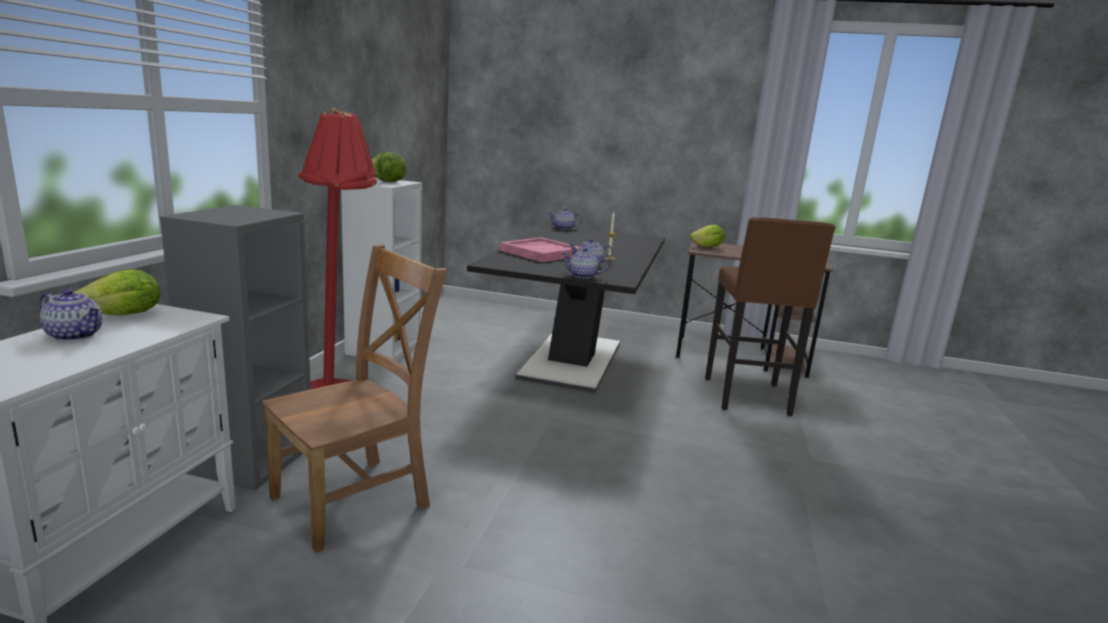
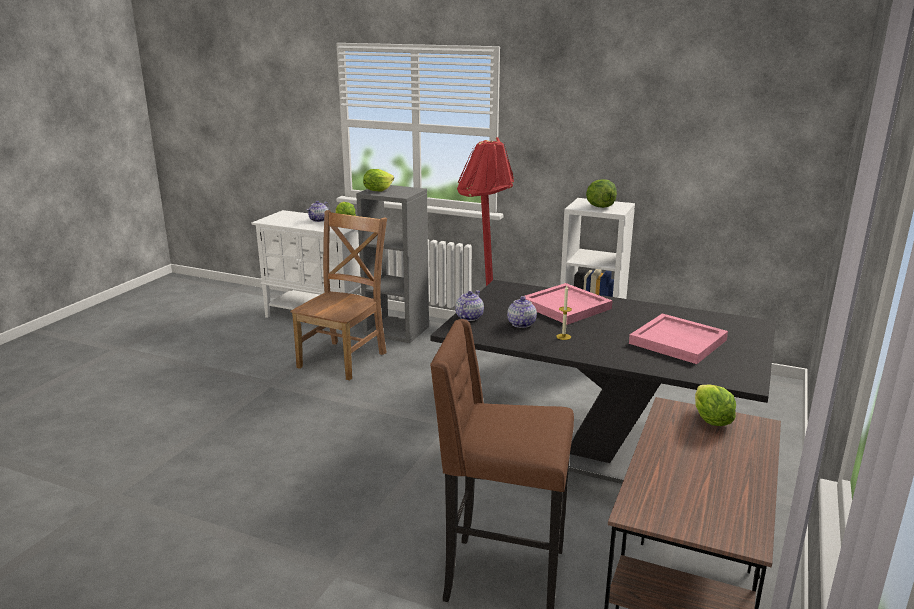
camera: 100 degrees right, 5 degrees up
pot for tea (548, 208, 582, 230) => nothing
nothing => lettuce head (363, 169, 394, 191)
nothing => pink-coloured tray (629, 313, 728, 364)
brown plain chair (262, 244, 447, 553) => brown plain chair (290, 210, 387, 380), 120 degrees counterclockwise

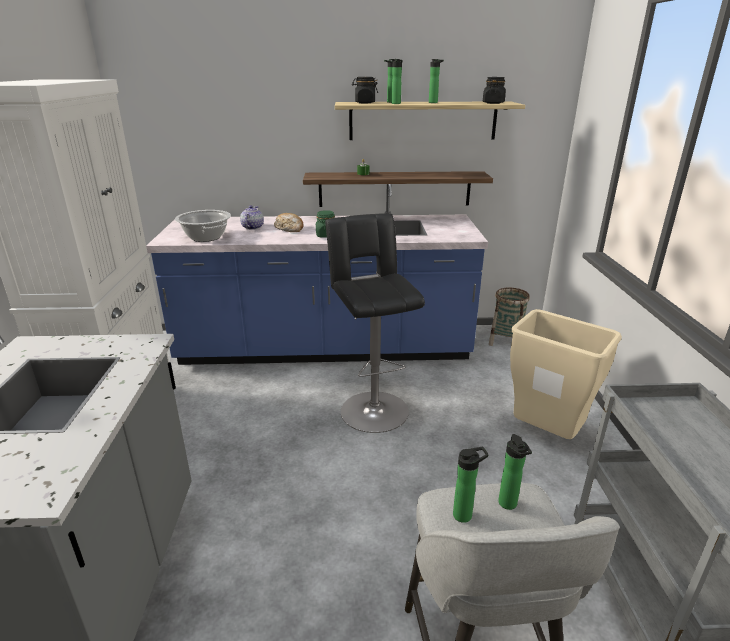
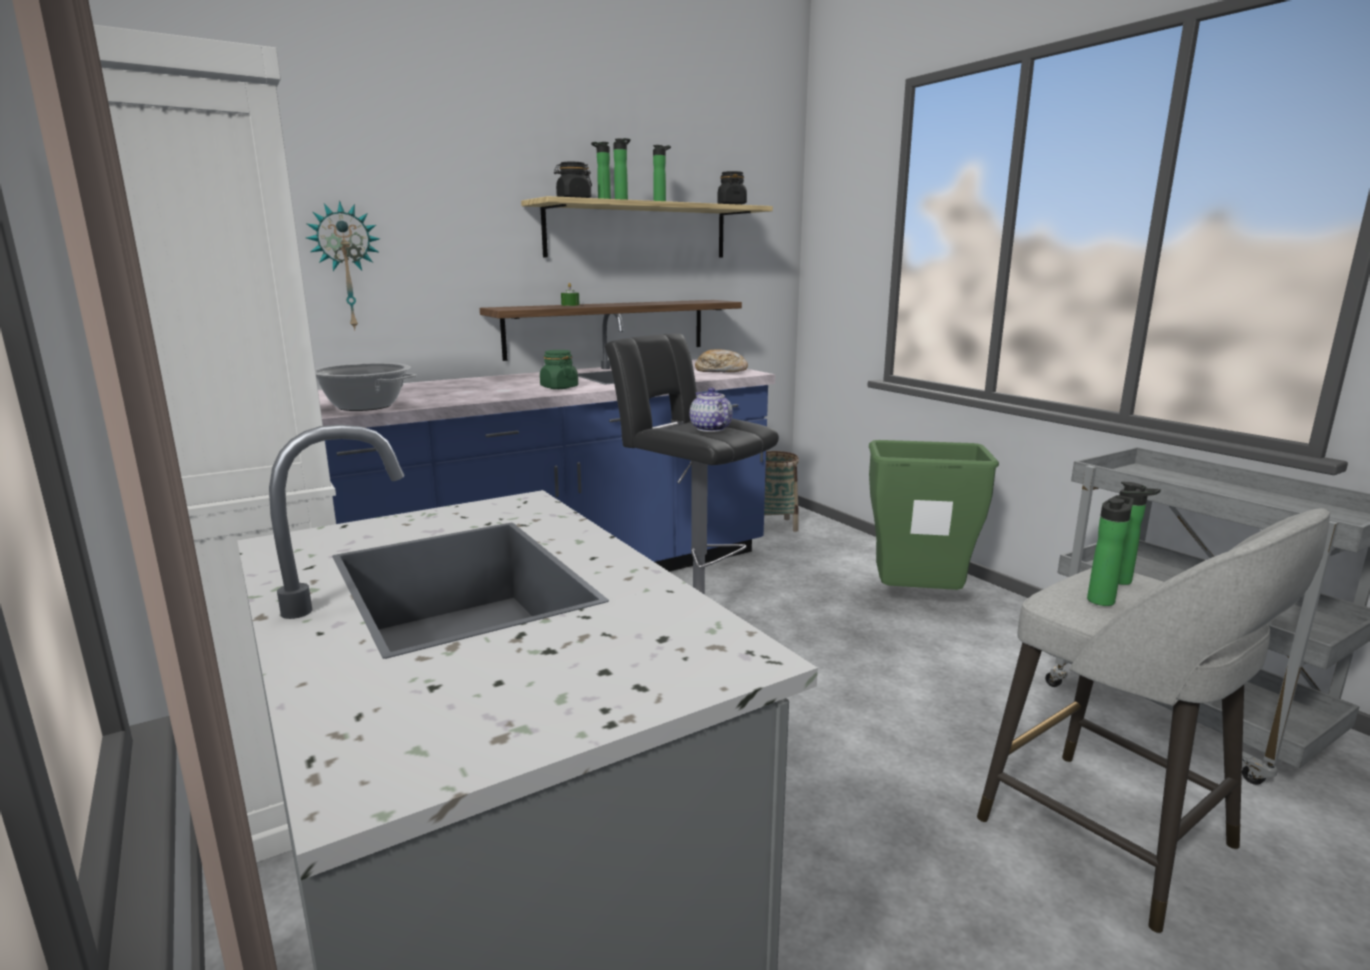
camera: 30 degrees left, 10 degrees down
nothing => hanging clock (306, 201, 380, 331)
pot for tea (240, 205, 264, 230) => pot for tea (690, 387, 733, 432), moved
baked bread (274, 213, 304, 232) => baked bread (695, 349, 748, 372), moved
beige waste bin (510, 309, 622, 439) => green-coloured waste bin (869, 440, 999, 590)

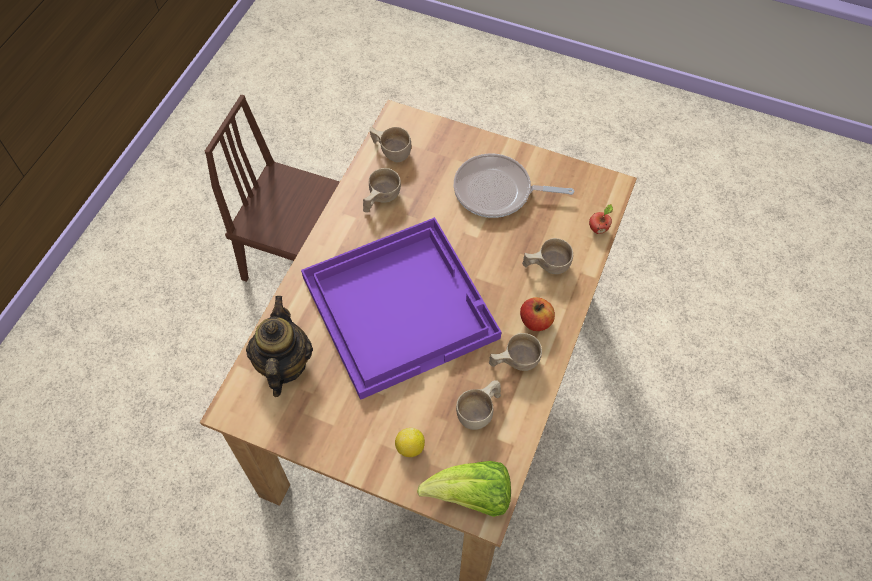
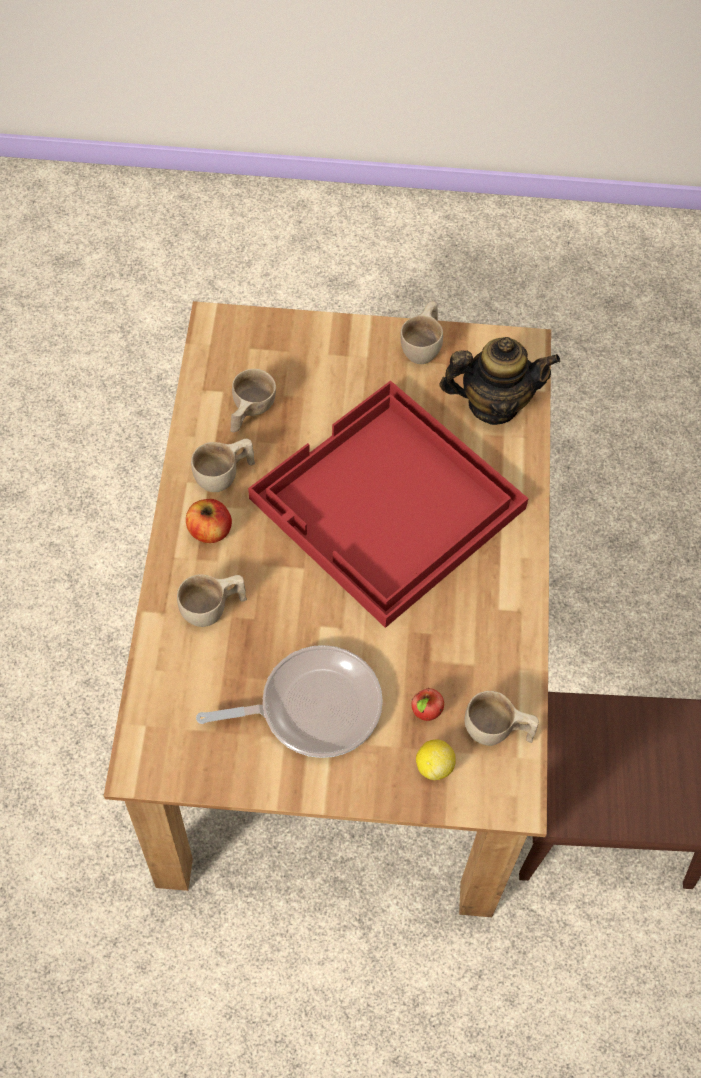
camera: 160 degrees right, 0 degrees up
lettuce head (417, 461, 511, 517) => nothing
beige small cup (363, 168, 401, 212) => beige small cup (400, 301, 443, 364), moved
whole lemon (395, 428, 425, 457) => whole lemon (416, 739, 456, 780), moved
apple fruit (589, 204, 613, 234) => apple fruit (412, 688, 444, 721), moved
purple-coloured tray (301, 217, 501, 400) => red-coloured tray (248, 380, 529, 628)
pot for tea (246, 296, 313, 397) => pot for tea (440, 337, 560, 425), 75 degrees counterclockwise

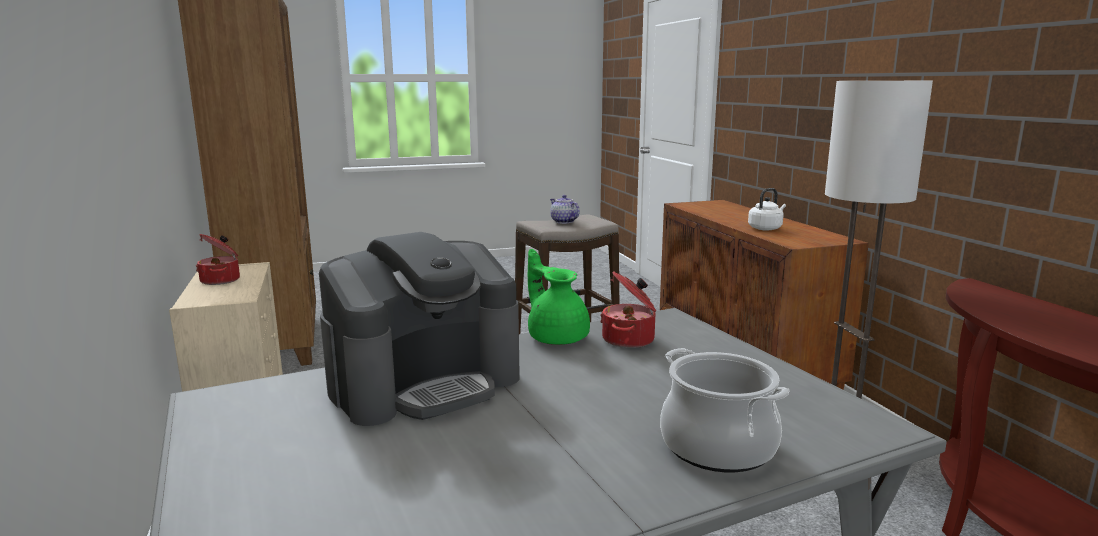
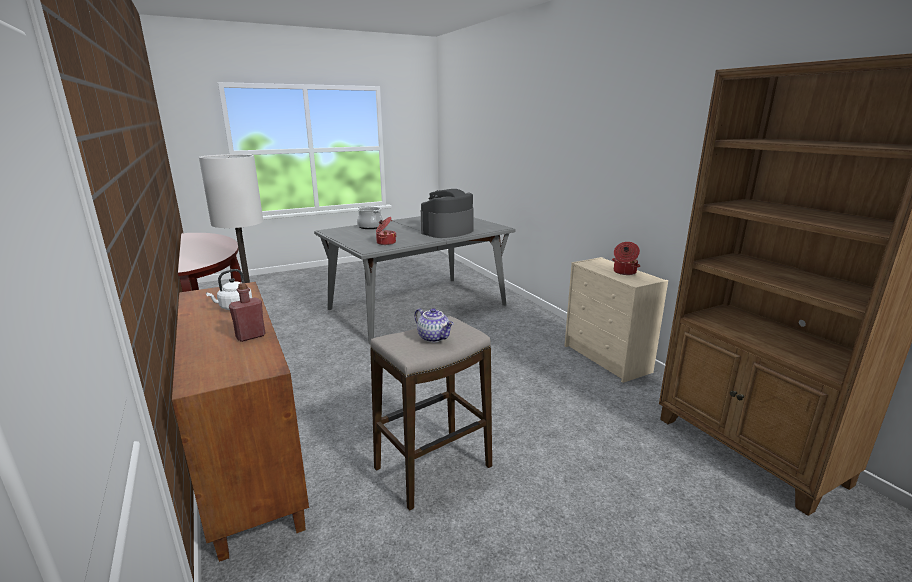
camera: 170 degrees right, 5 degrees up
green-coloured pot for tea (528, 249, 590, 345) => nothing
nothing => red-coloured beverage bottle (229, 283, 266, 342)

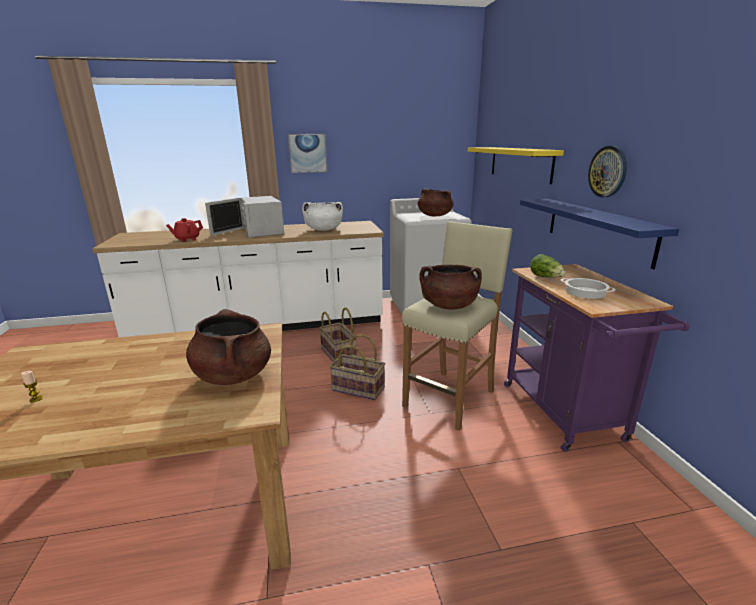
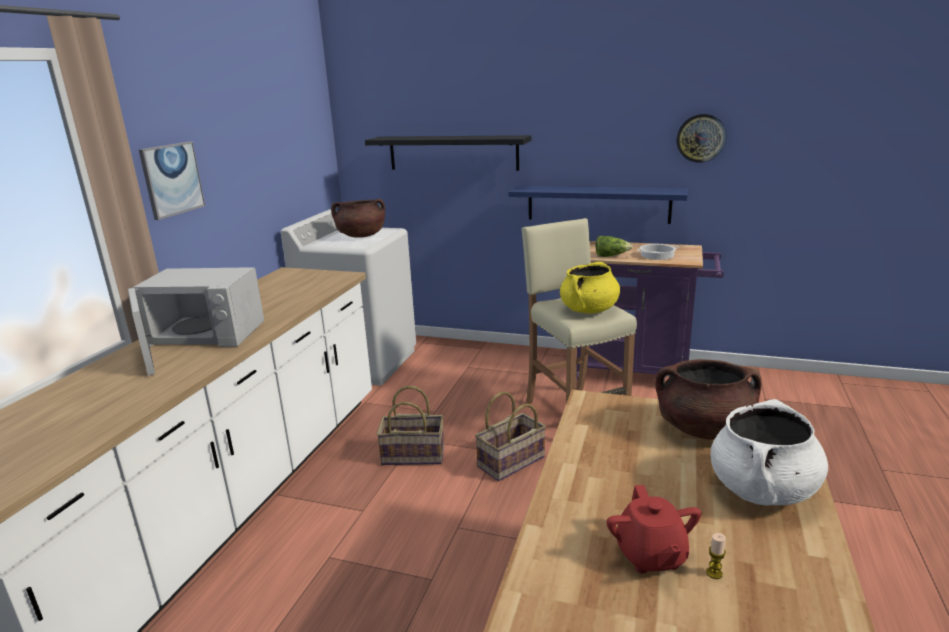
camera: 60 degrees left, 0 degrees up
red-coloured pot for tea (166, 218, 203, 242) => red-coloured pot for tea (607, 485, 701, 573), moved
whitish cooking pot (302, 202, 343, 231) => whitish cooking pot (710, 399, 828, 506), moved
hanging clock (588, 146, 627, 198) => hanging clock (676, 114, 727, 163), moved
brown cooking pot (420, 264, 482, 310) => yellow-coloured cooking pot (560, 262, 620, 314)
yellow-coloured bracket shelf (468, 147, 564, 184) => black-coloured bracket shelf (365, 135, 531, 171)

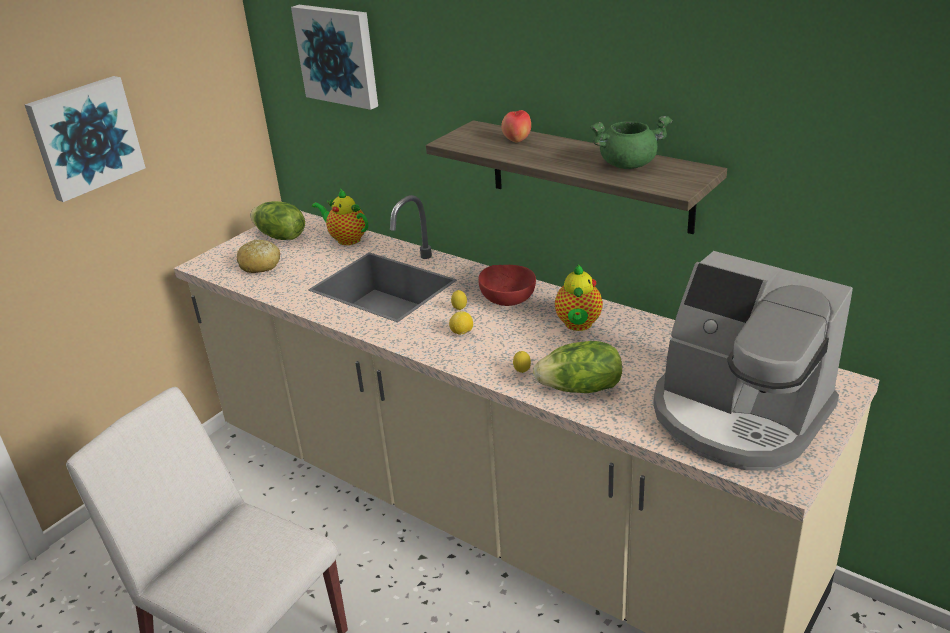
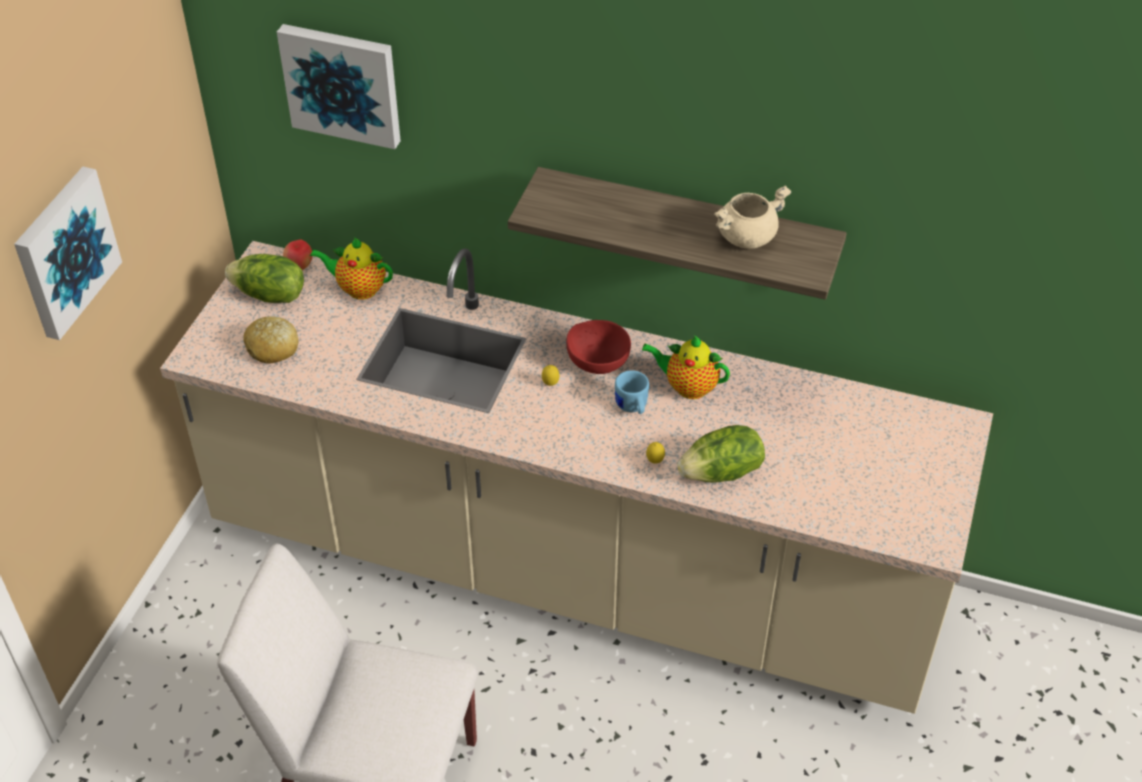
camera: 20 degrees left, 15 degrees up
whole lemon (449, 312, 473, 335) => nothing
coffee maker (653, 251, 853, 471) => nothing
nothing => blue mug (615, 370, 649, 414)
apple fruit (501, 110, 531, 143) => apple fruit (283, 239, 313, 270), moved
green-coloured cooking pot (590, 116, 672, 169) => beige cooking pot (714, 185, 791, 249)
pot for tea (555, 265, 603, 331) => pot for tea (642, 335, 730, 399), 120 degrees clockwise

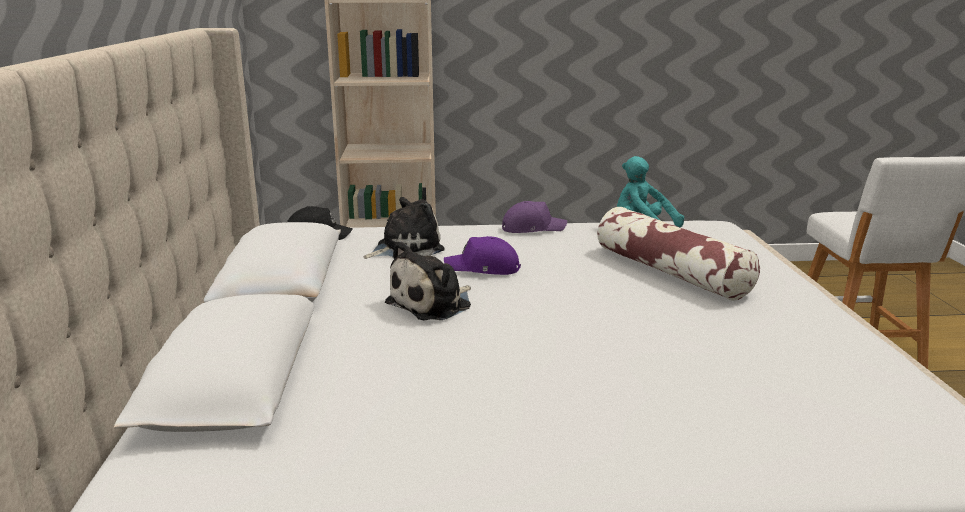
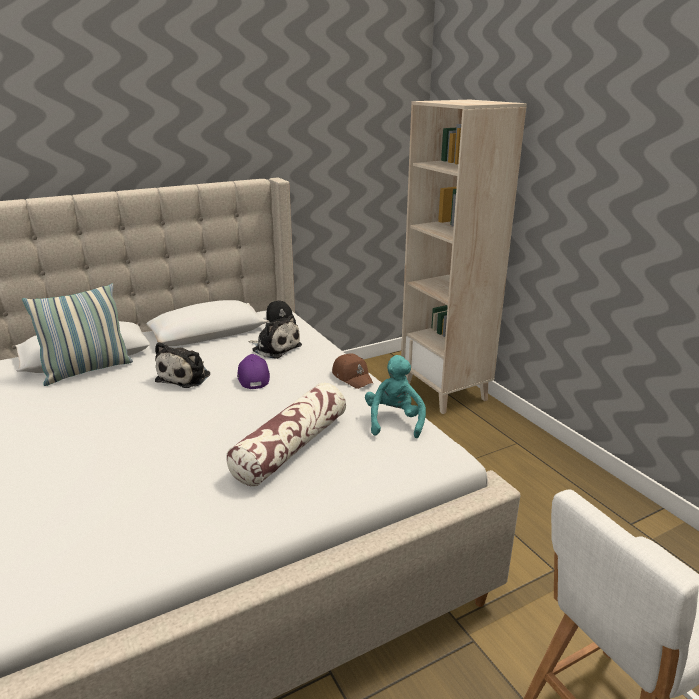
camera: 65 degrees right, 5 degrees up
nothing => throw pillow (22, 284, 133, 386)
purple-coloured peaked cap (502, 201, 567, 233) => brown peaked cap (332, 354, 374, 389)
cuddly toy (385, 241, 471, 321) => cuddly toy (155, 342, 210, 388), 90 degrees counterclockwise

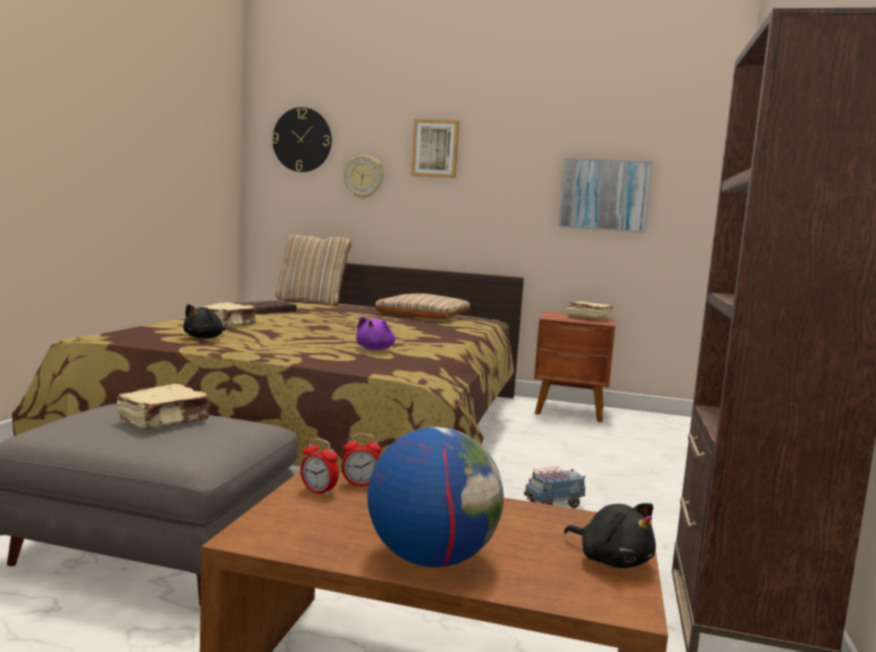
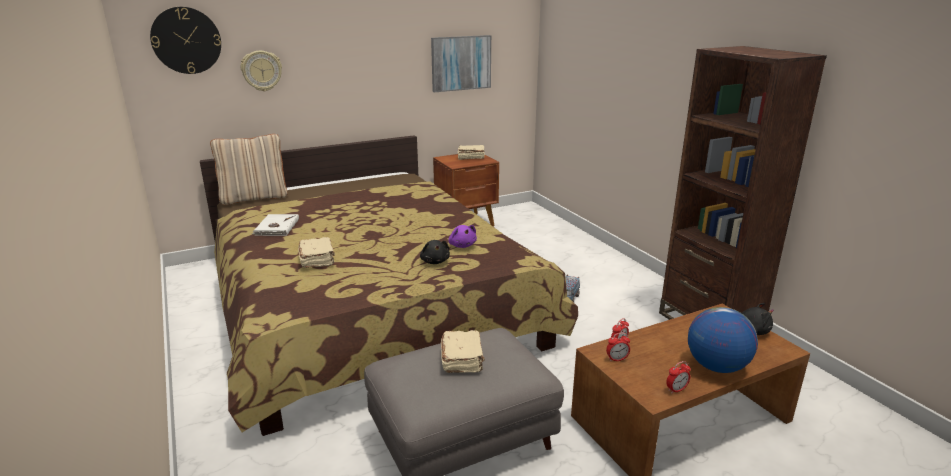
camera: 40 degrees left, 15 degrees up
beige throw pillow (375, 293, 470, 319) => nothing
wall picture (411, 119, 459, 178) => nothing
nothing => table clock (666, 361, 691, 393)
black-coloured cuddly toy (183, 304, 225, 339) => black-coloured cuddly toy (420, 240, 450, 264), moved
brown volume (235, 301, 297, 314) => whitish volume (252, 214, 299, 236)

